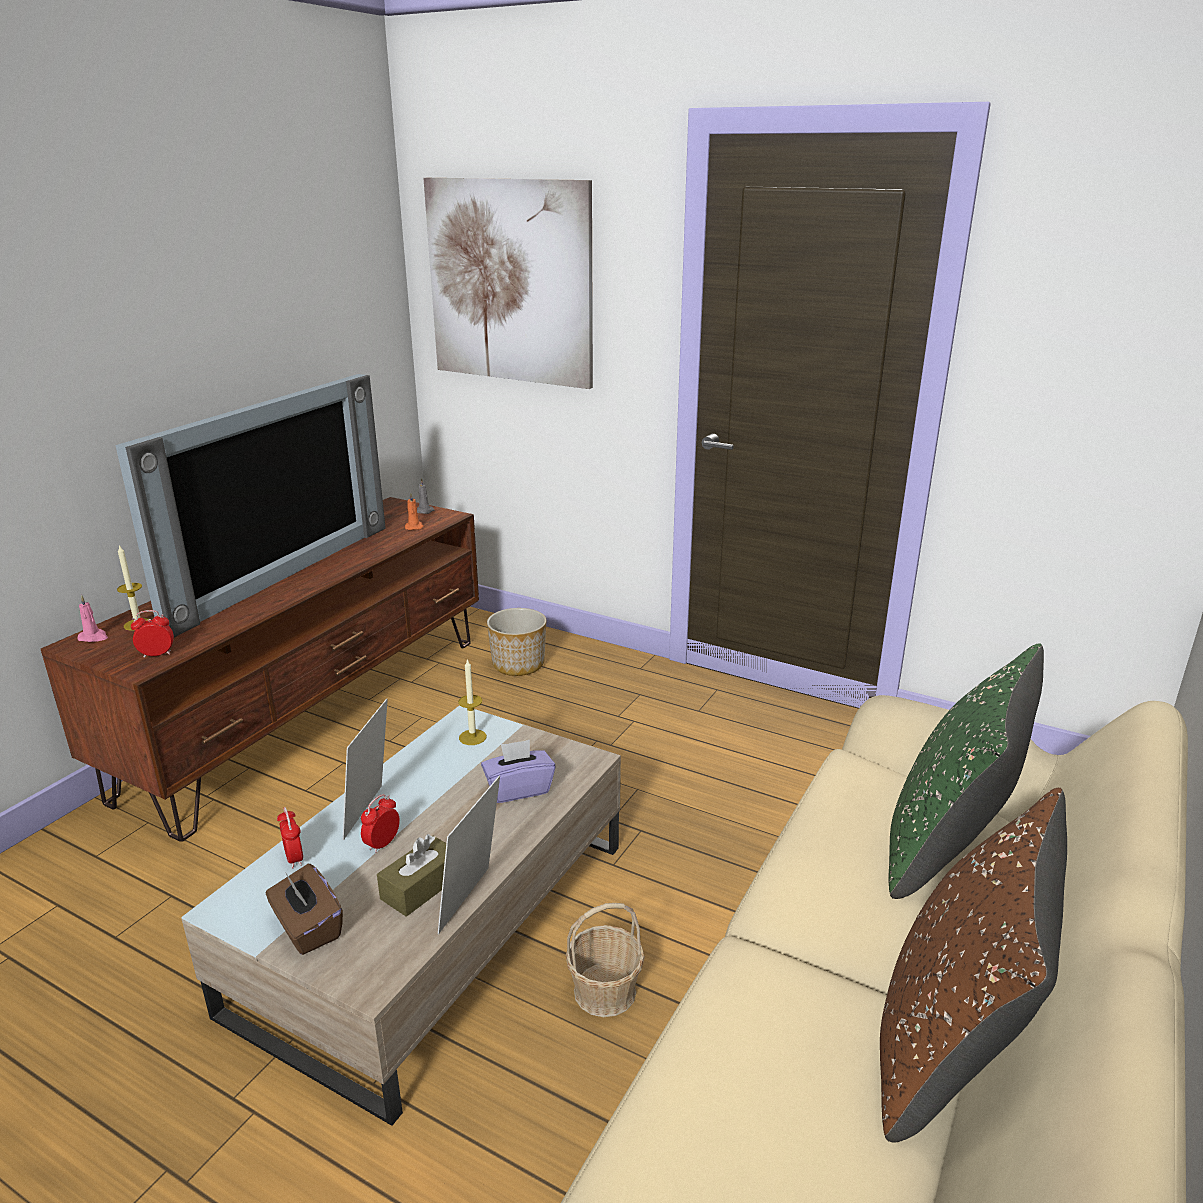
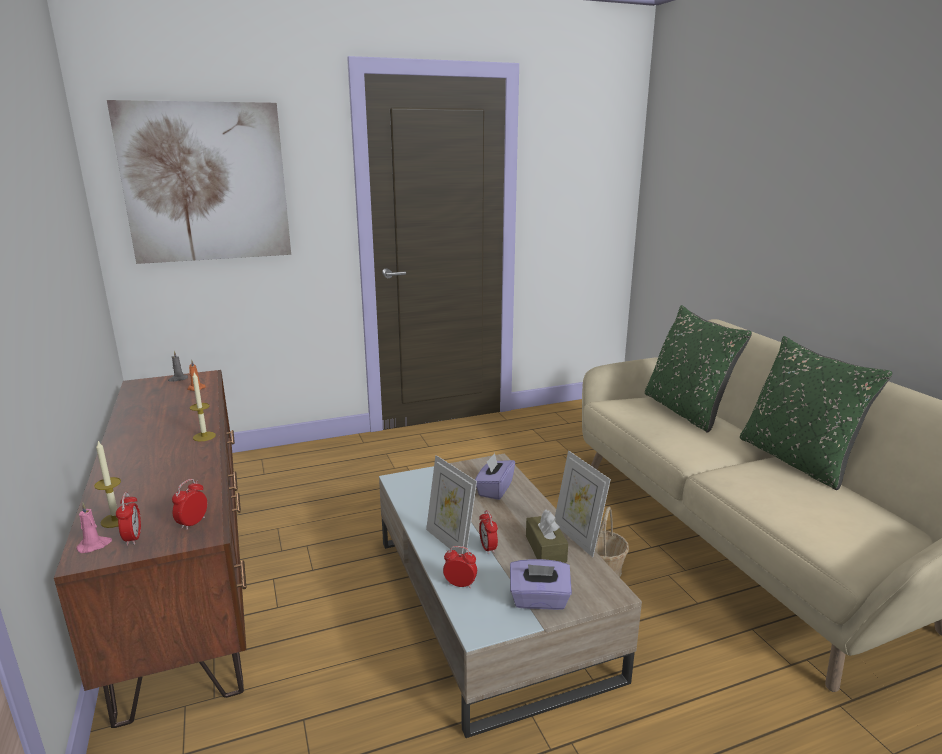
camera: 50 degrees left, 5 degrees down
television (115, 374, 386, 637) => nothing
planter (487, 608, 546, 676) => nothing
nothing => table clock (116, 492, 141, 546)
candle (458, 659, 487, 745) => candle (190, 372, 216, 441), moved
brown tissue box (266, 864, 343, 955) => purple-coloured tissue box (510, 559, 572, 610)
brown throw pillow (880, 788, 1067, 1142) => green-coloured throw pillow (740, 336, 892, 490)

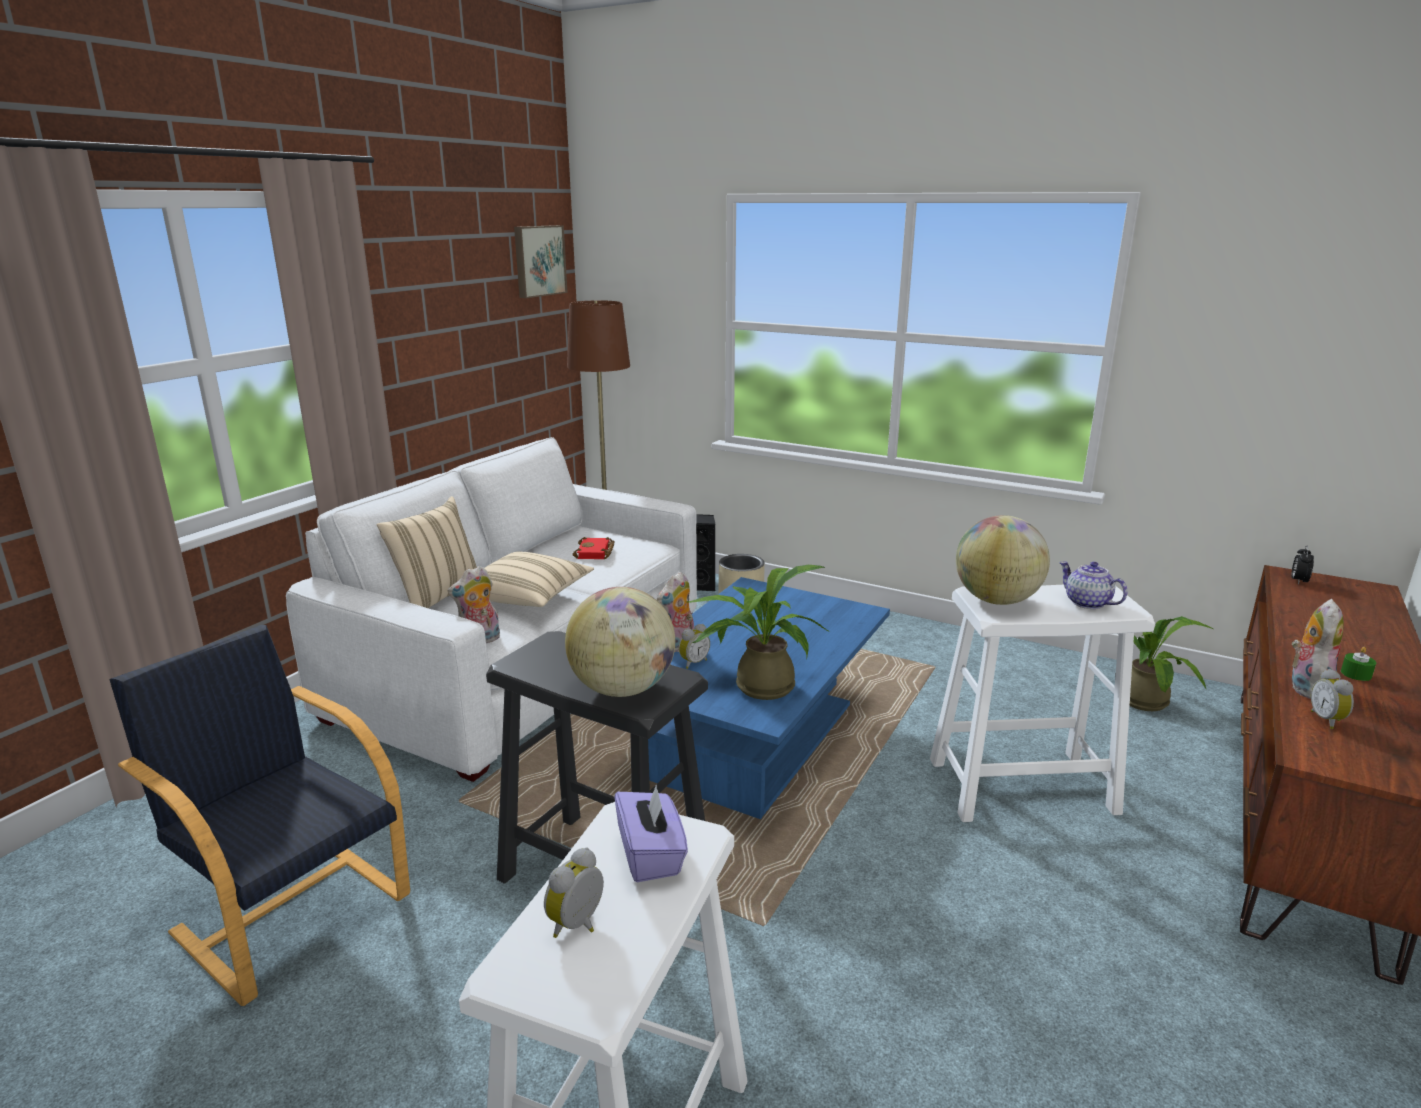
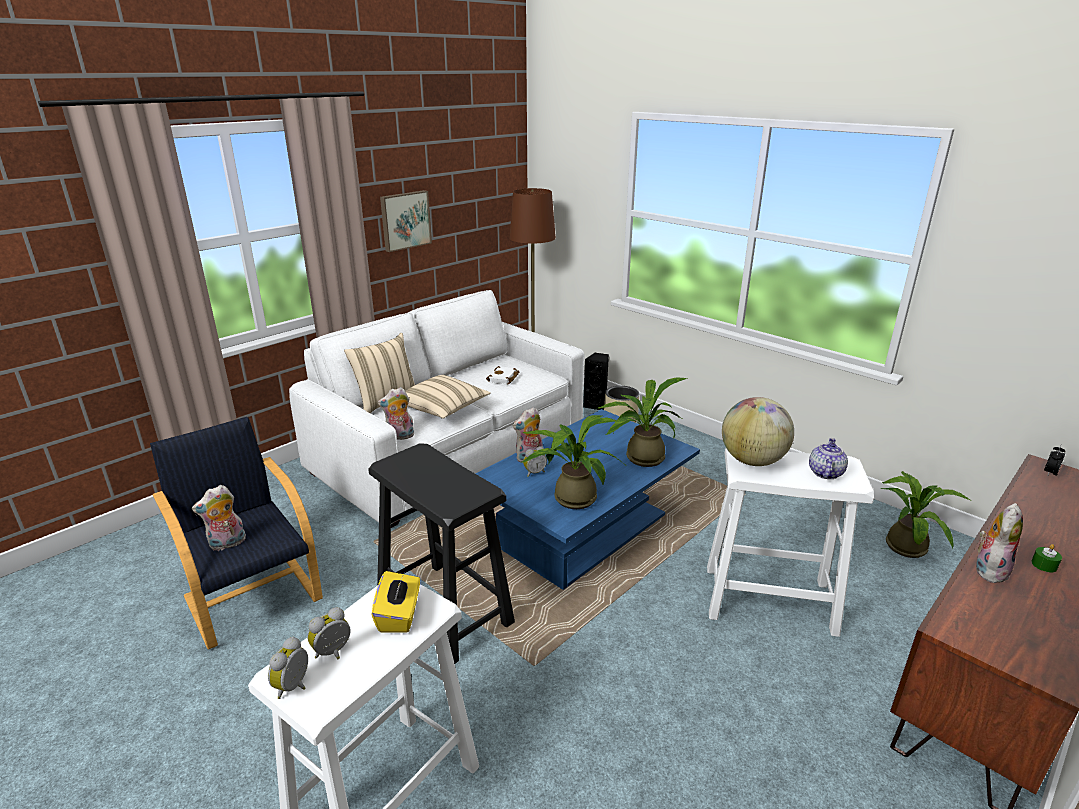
camera: 15 degrees right, 5 degrees up
world globe (565, 587, 675, 697) => nothing
nothing => cuddly toy (192, 485, 246, 551)
nothing => houseplant (598, 378, 687, 467)
wall picture (514, 225, 568, 298) => wall picture (380, 190, 432, 252), moved
table clock (1311, 669, 1354, 729) => table clock (268, 637, 308, 699), moved
red-coloured volume (572, 537, 615, 559) => whitish volume (486, 366, 519, 385)
purple-coloured tissue box (614, 783, 688, 882) => yellow-coloured tissue box (372, 571, 420, 633)
pot for tea (1059, 562, 1127, 609) => pot for tea (809, 438, 848, 479), 45 degrees clockwise

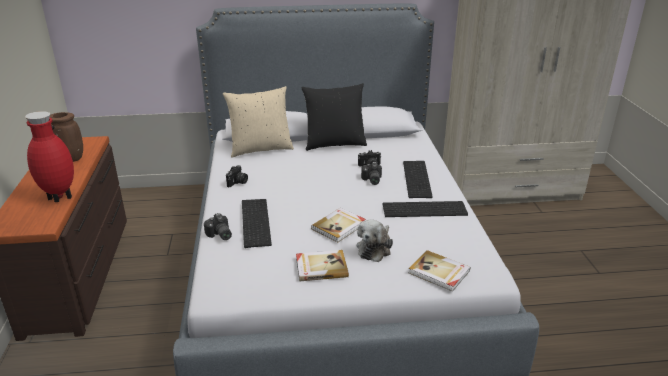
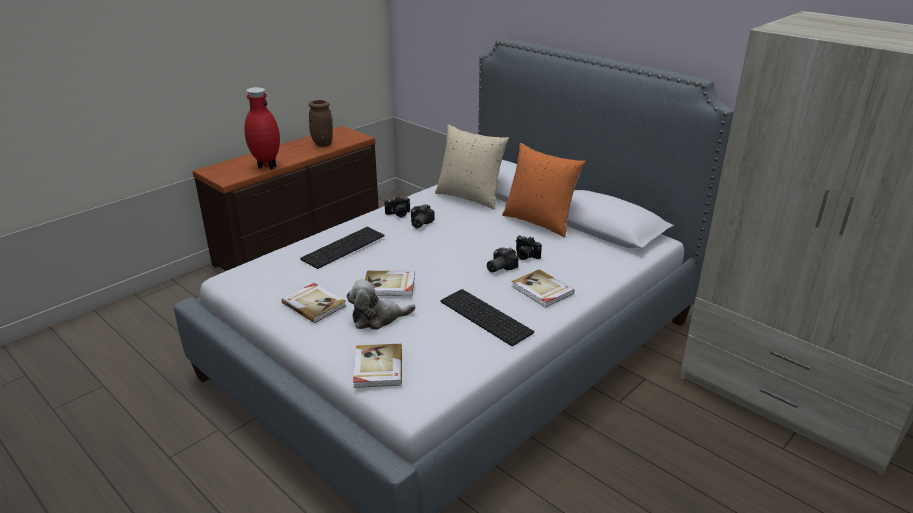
camera: 50 degrees right, 0 degrees up
photo camera (204, 213, 232, 240) => photo camera (411, 204, 435, 228), moved
PC keyboard (403, 161, 433, 198) => volume (512, 269, 575, 308)
black-coloured throw pillow (302, 83, 367, 151) => orange throw pillow (502, 143, 585, 237)

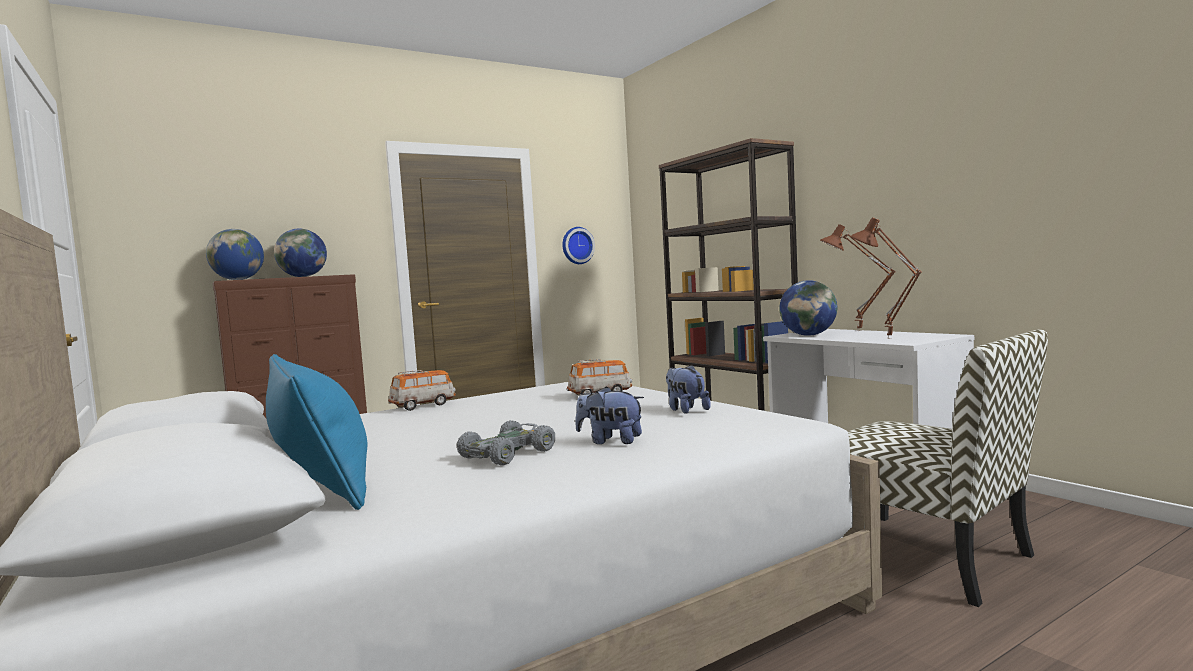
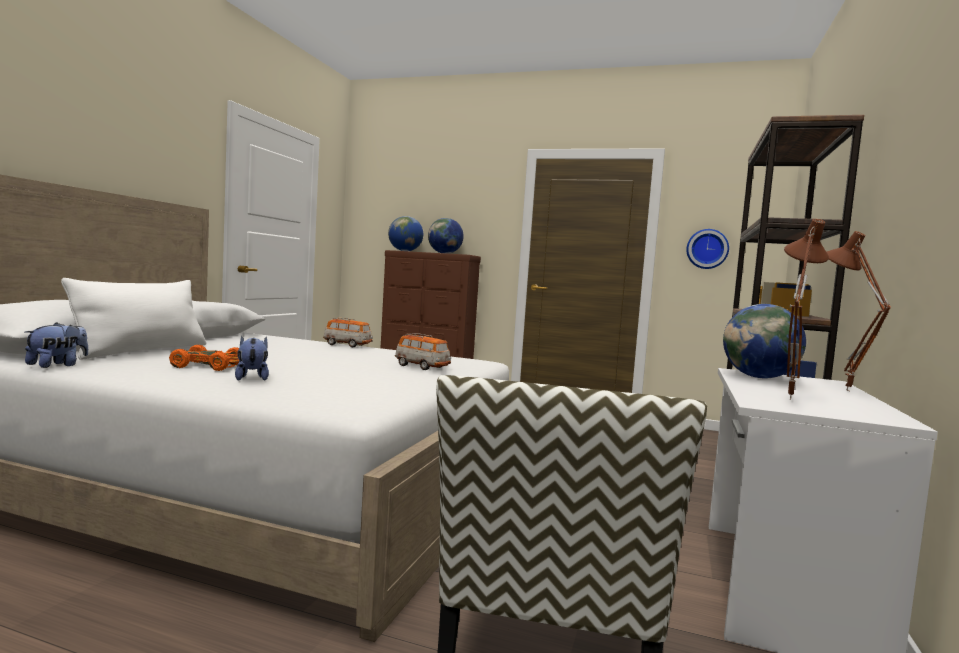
camera: 50 degrees right, 0 degrees up
cuddly toy (666, 364, 711, 414) => cuddly toy (25, 322, 88, 368), moved
blue throw pillow (266, 354, 367, 510) => whitish throw pillow (61, 278, 206, 360)
greyish miniature car (457, 420, 555, 466) => orange miniature car (169, 345, 240, 371)

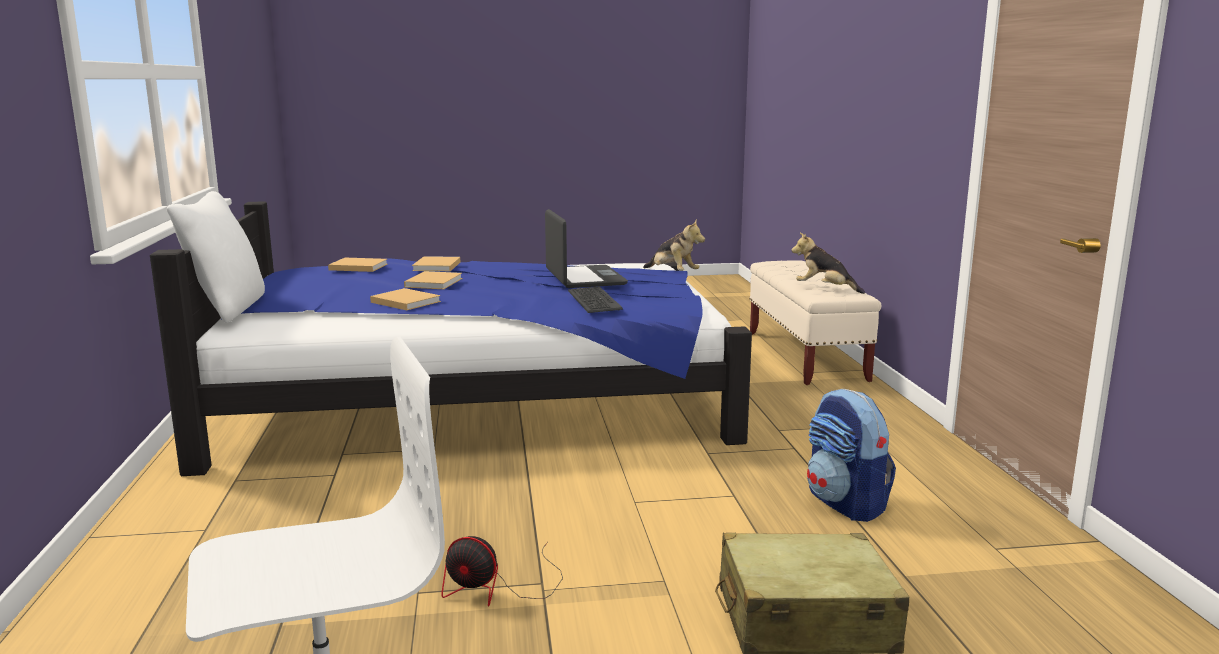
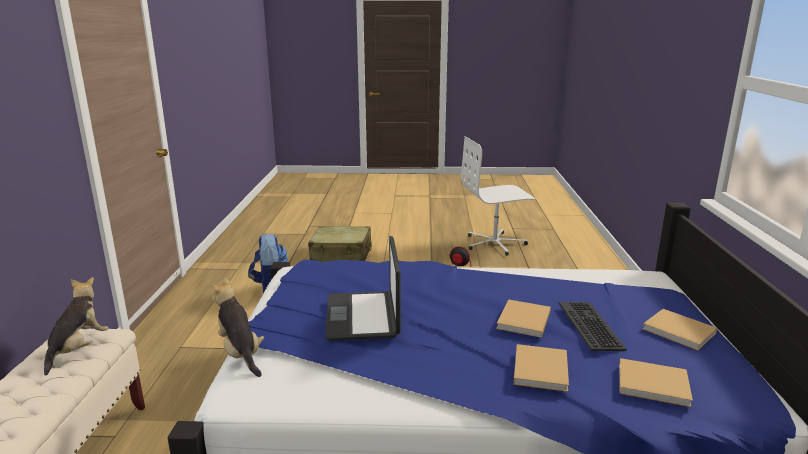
camera: 170 degrees left, 5 degrees up
whitish throw pillow (167, 191, 265, 323) => nothing
beige volume (370, 288, 441, 310) => beige volume (642, 309, 717, 351), moved
PC keyboard (568, 286, 623, 313) => PC keyboard (559, 302, 627, 351), moved
cuddly toy (792, 233, 865, 294) => cuddly toy (44, 277, 108, 376), 120 degrees counterclockwise

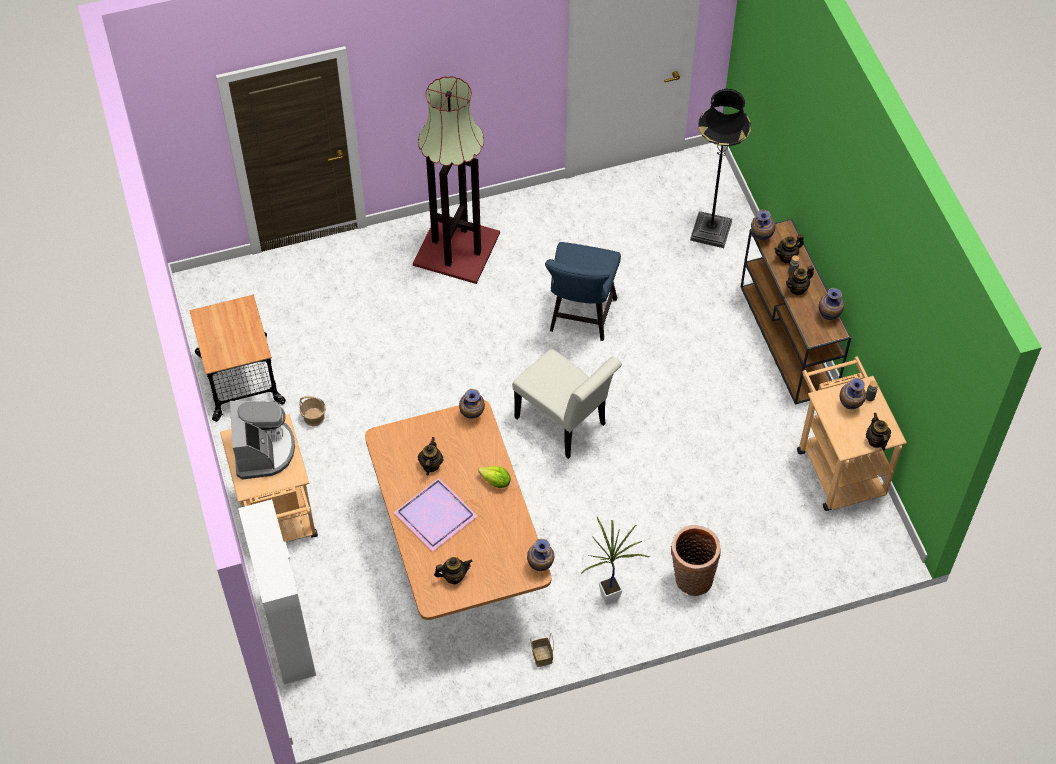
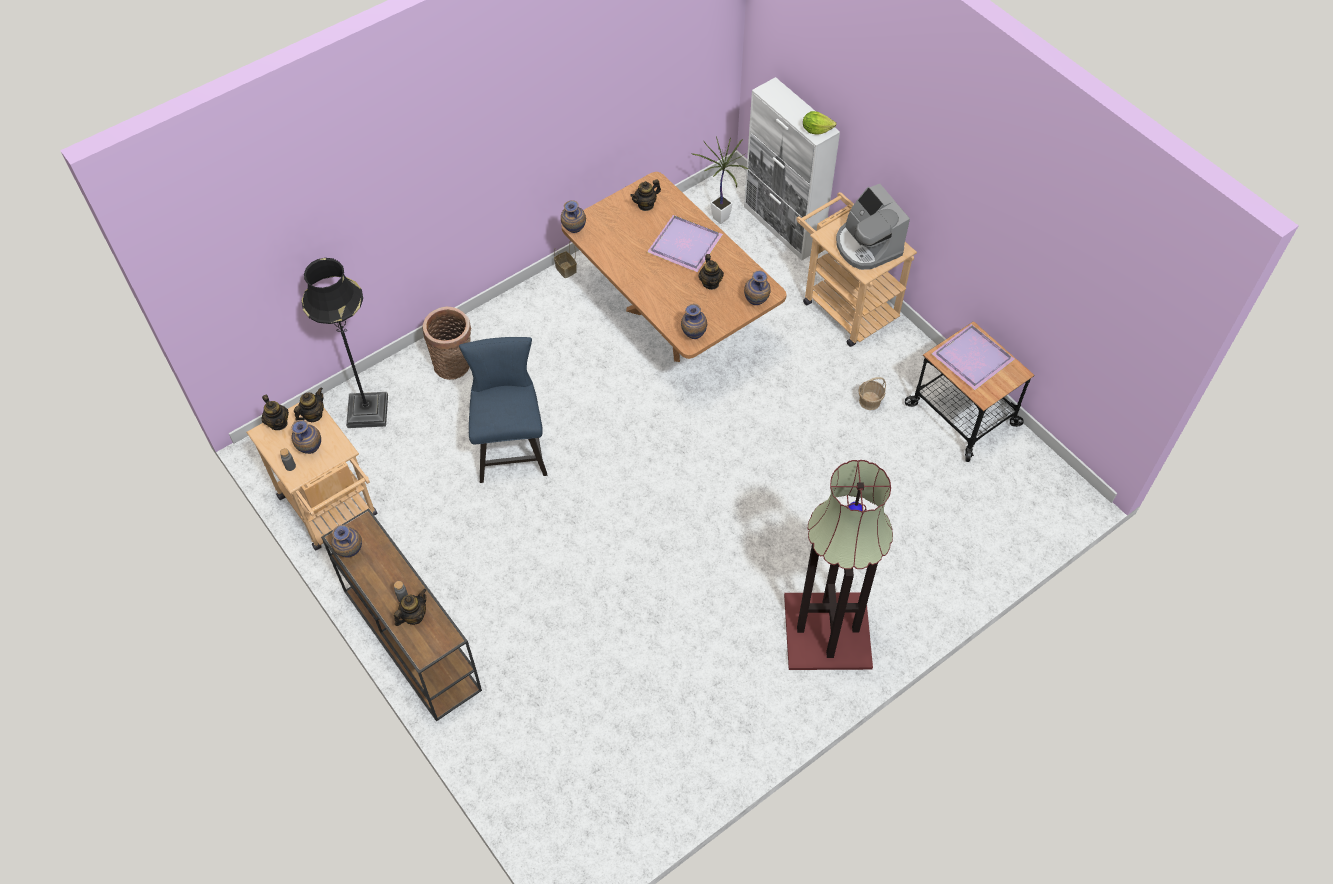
camera: 160 degrees right, 0 degrees up
whitish plain chair (512, 349, 622, 459) => nothing
nothing => purple-coloured tray (932, 324, 1015, 390)
lettuce head (478, 466, 511, 488) => lettuce head (803, 111, 836, 135), moved
blue plain chair (545, 242, 621, 341) => blue plain chair (459, 337, 547, 483), moved
houseplant (581, 517, 650, 605) => houseplant (691, 136, 749, 224), moved
black-coloured standard lamp (690, 89, 751, 248) => black-coloured standard lamp (301, 258, 388, 428), moved
vase (751, 210, 775, 240) => vase (744, 270, 771, 305), moved
pot for tea (786, 266, 814, 295) => pot for tea (294, 387, 324, 422), moved

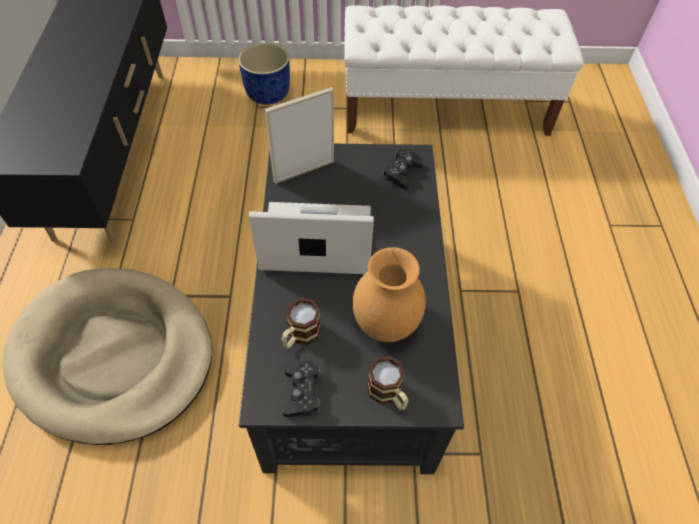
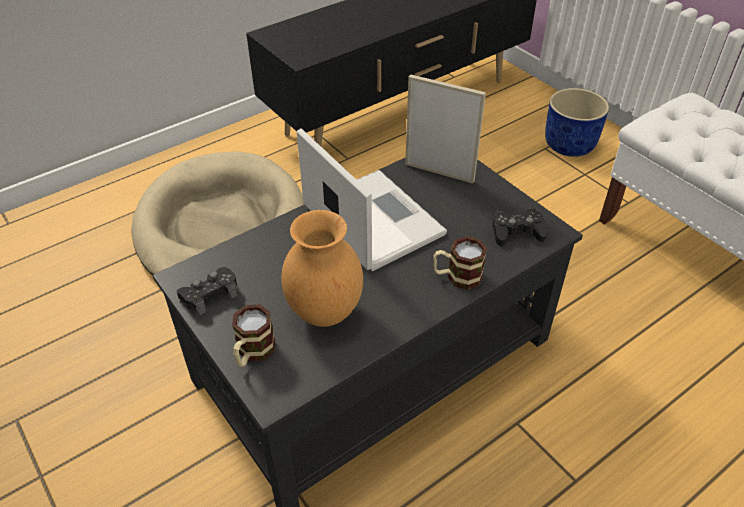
camera: 55 degrees right, 10 degrees down
mug (282, 298, 321, 349) => mug (433, 236, 487, 290), moved

